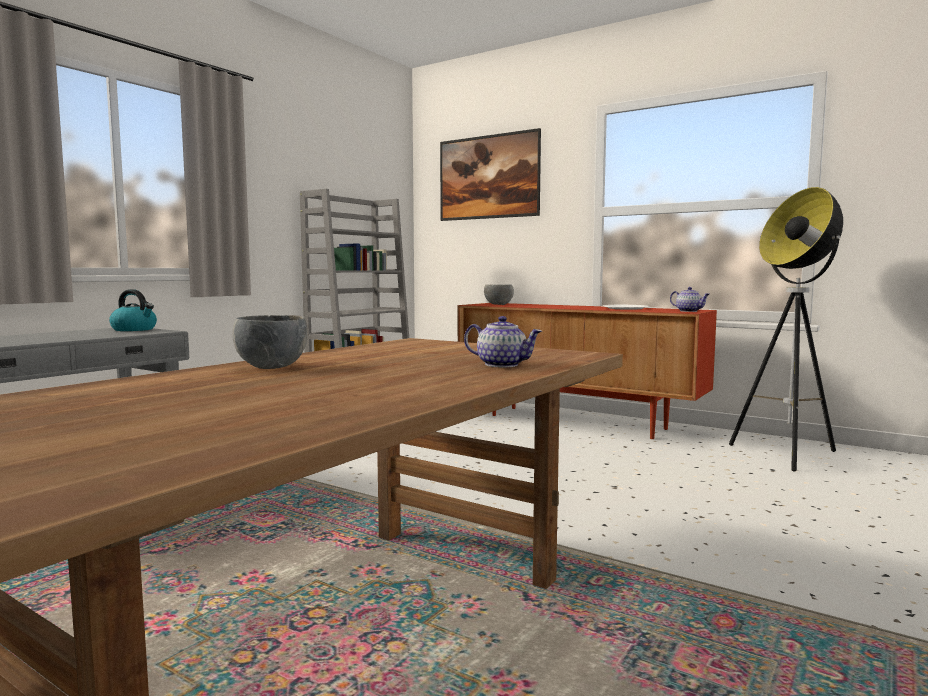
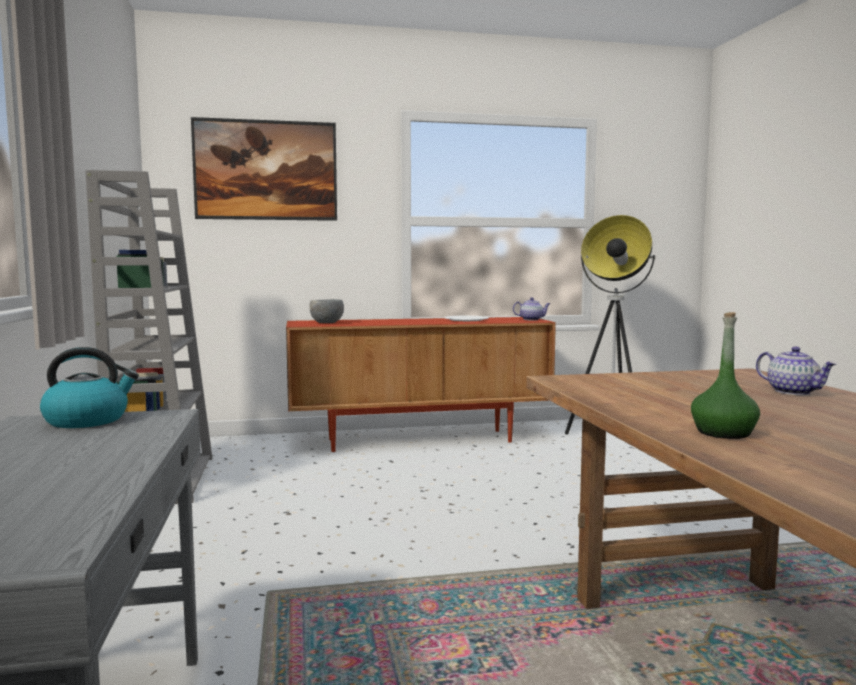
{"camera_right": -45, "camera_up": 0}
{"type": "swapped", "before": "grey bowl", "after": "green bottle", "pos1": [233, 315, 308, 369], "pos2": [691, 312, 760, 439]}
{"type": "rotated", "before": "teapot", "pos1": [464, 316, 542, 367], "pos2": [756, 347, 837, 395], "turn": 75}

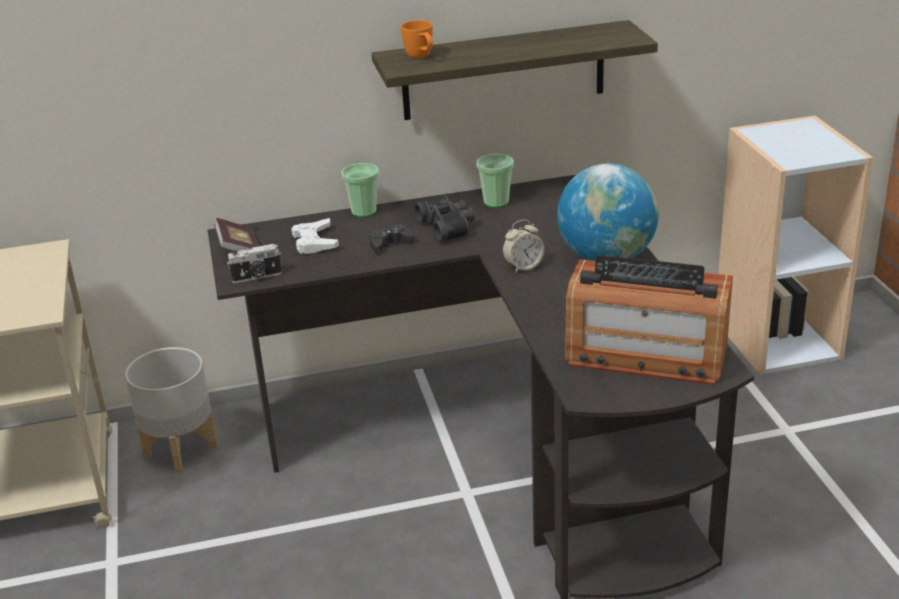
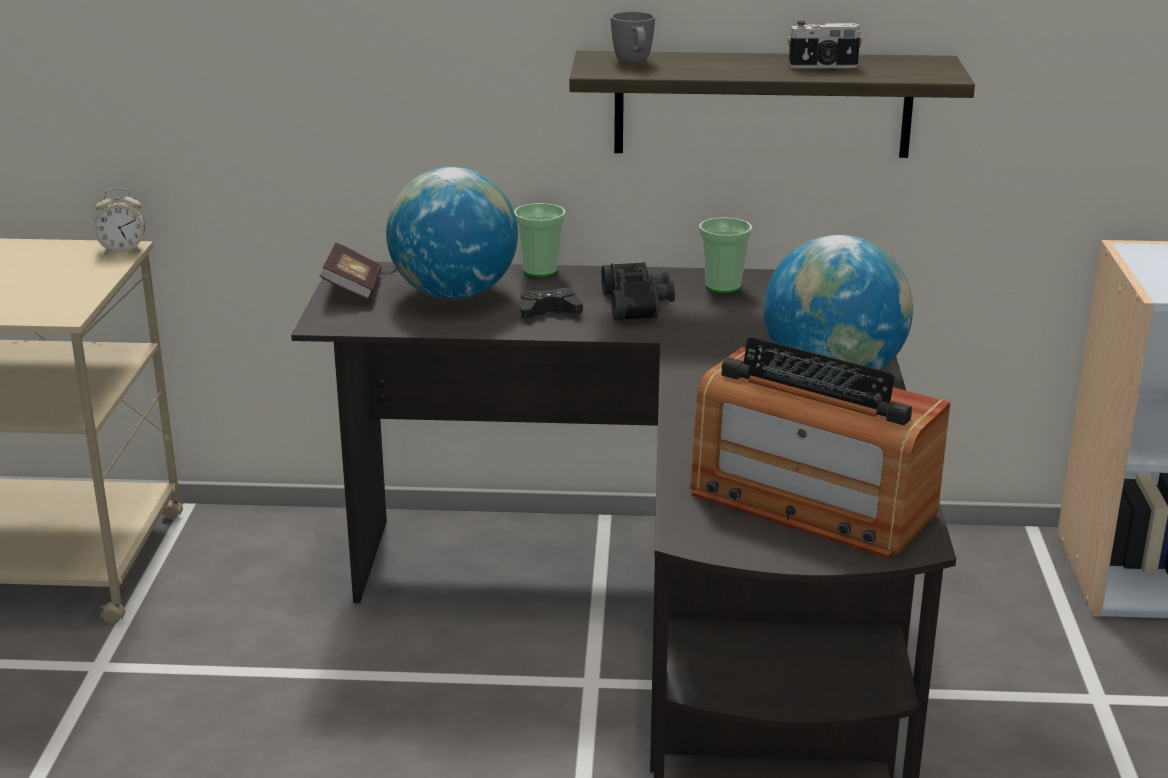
{"camera_right": 15, "camera_up": -5}
{"type": "repainted", "before": "orange mug", "after": "grey mug", "pos1": [401, 20, 433, 58], "pos2": [611, 11, 655, 63]}
{"type": "swapped", "before": "white game controller", "after": "globe", "pos1": [291, 218, 339, 254], "pos2": [386, 167, 518, 300]}
{"type": "shifted", "before": "alarm clock", "pos1": [503, 220, 544, 273], "pos2": [94, 188, 145, 254]}
{"type": "shifted", "before": "photo camera", "pos1": [227, 244, 282, 283], "pos2": [788, 21, 863, 68]}
{"type": "gone", "before": "grey planter", "pos1": [125, 347, 218, 474]}

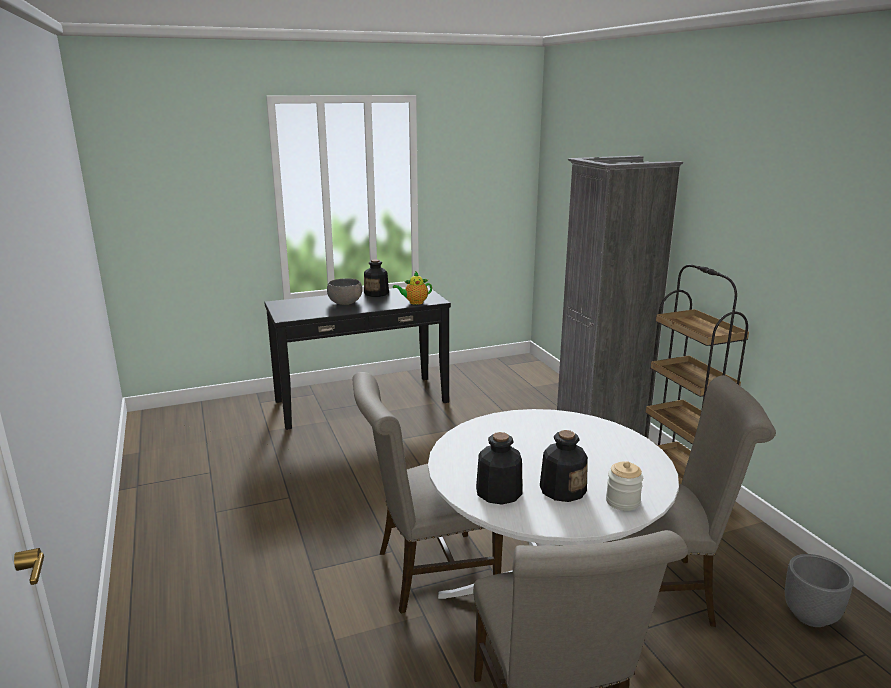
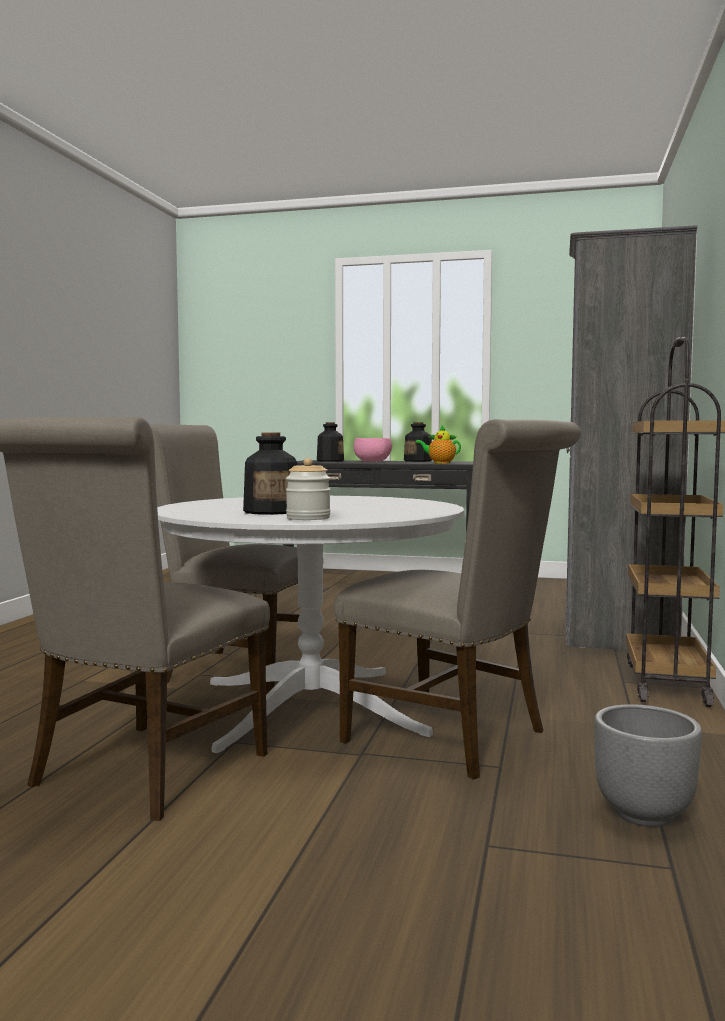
{"camera_right": 35, "camera_up": -15}
{"type": "repainted", "before": "grey bowl", "after": "pink bowl", "pos1": [327, 278, 362, 305], "pos2": [354, 438, 392, 462]}
{"type": "shifted", "before": "bottle", "pos1": [476, 432, 523, 505], "pos2": [317, 422, 344, 462]}

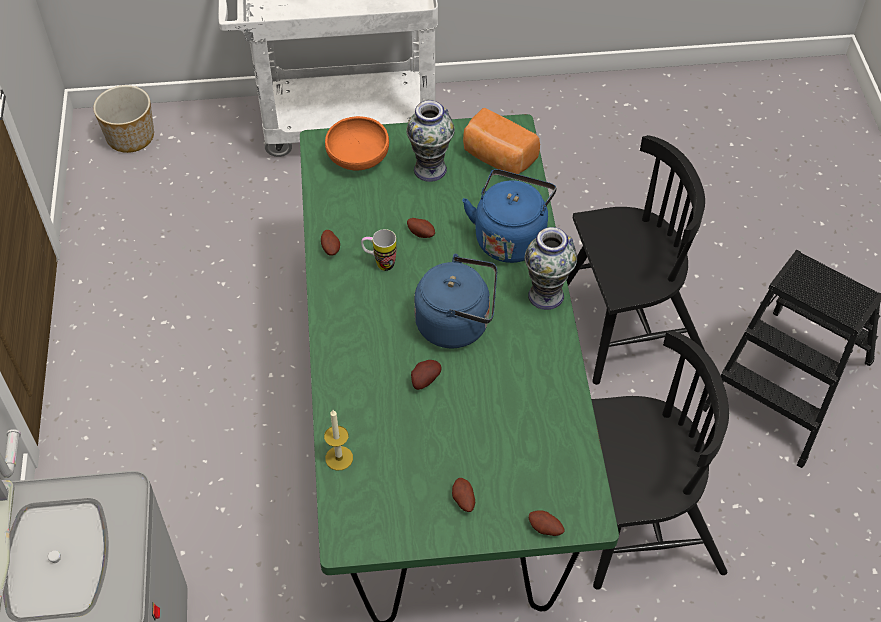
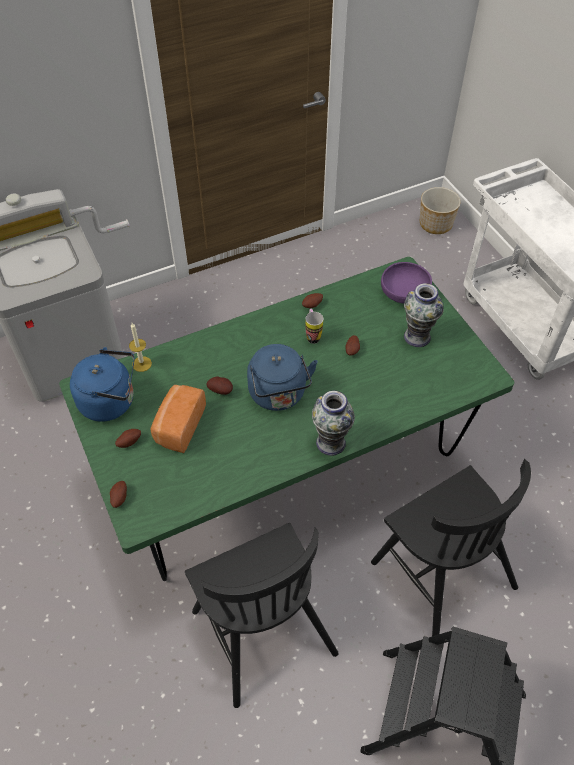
{"camera_right": 70, "camera_up": 0}
{"type": "shifted", "before": "bread", "pos1": [463, 108, 540, 174], "pos2": [150, 385, 206, 453]}
{"type": "repainted", "before": "orange bowl", "after": "purple bowl", "pos1": [325, 116, 389, 171], "pos2": [381, 262, 432, 304]}
{"type": "shifted", "before": "blue kettle", "pos1": [462, 169, 557, 263], "pos2": [70, 347, 135, 422]}

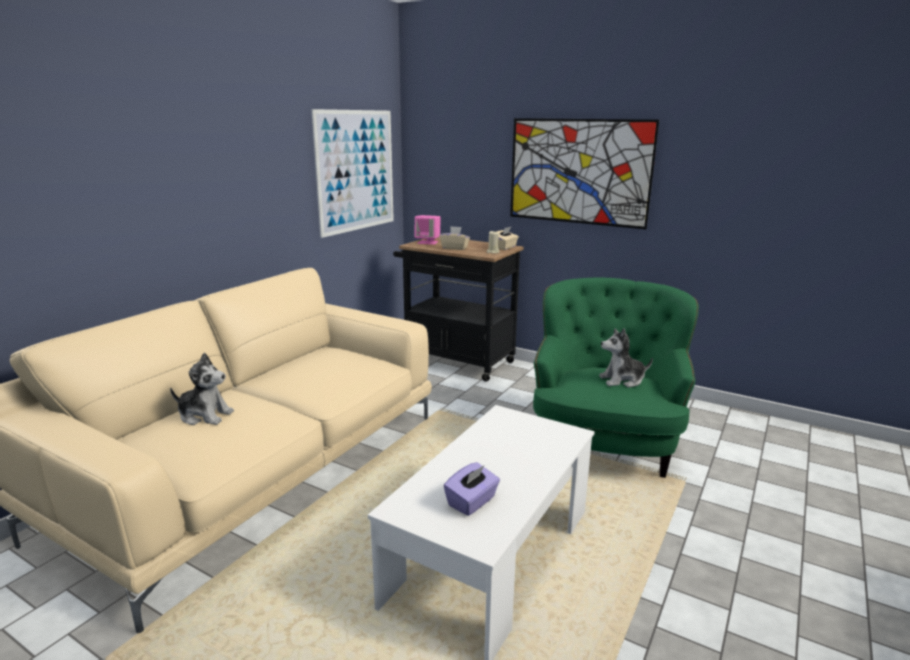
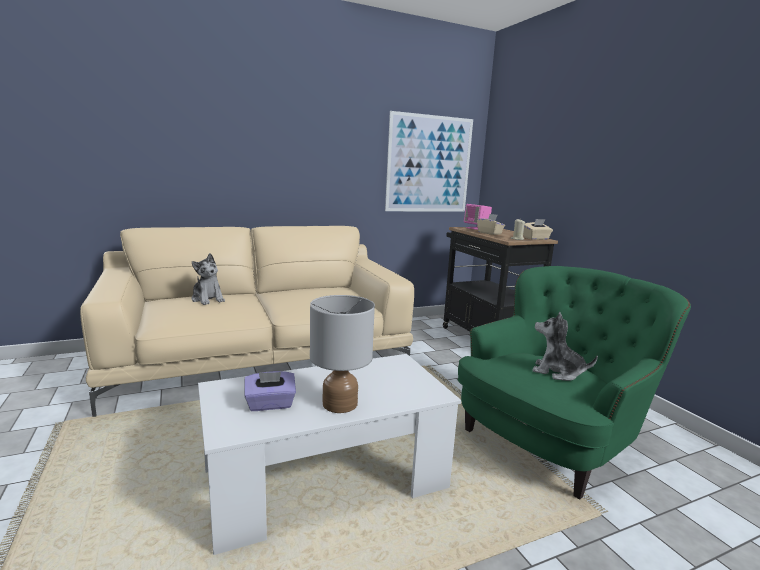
{"camera_right": 35, "camera_up": -5}
{"type": "gone", "before": "picture", "pos1": [510, 118, 659, 229]}
{"type": "new", "after": "grey table lamp", "pos2": [310, 295, 375, 413]}

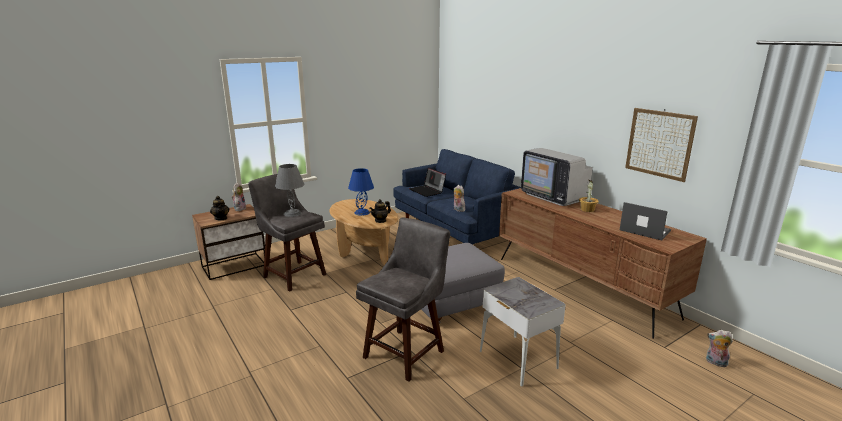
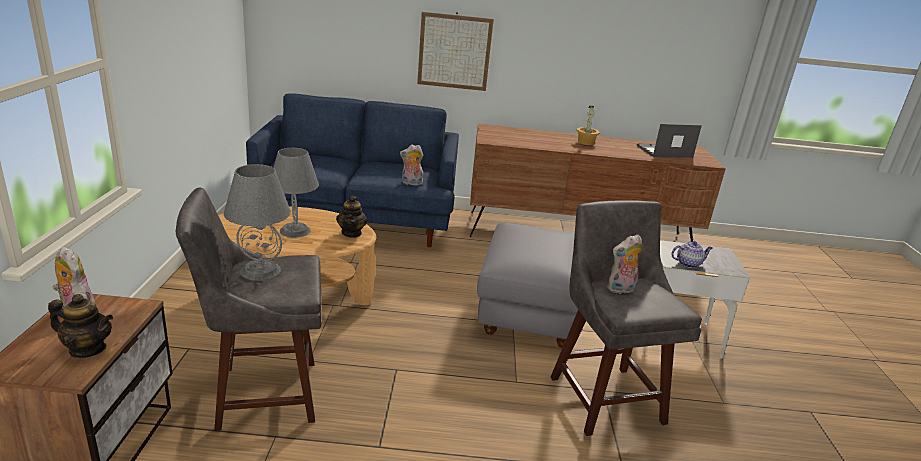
{"camera_right": -55, "camera_up": 5}
{"type": "shifted", "before": "picture", "pos1": [625, 108, 698, 182], "pos2": [417, 12, 494, 91]}
{"type": "gone", "before": "television", "pos1": [521, 148, 593, 206]}
{"type": "gone", "before": "laptop", "pos1": [409, 167, 446, 197]}
{"type": "repainted", "before": "blue table lamp", "after": "grey table lamp", "pos1": [348, 168, 374, 216], "pos2": [273, 148, 319, 238]}
{"type": "shifted", "before": "plush toy", "pos1": [706, 330, 733, 367], "pos2": [607, 235, 642, 294]}
{"type": "new", "after": "teapot", "pos2": [671, 241, 713, 268]}

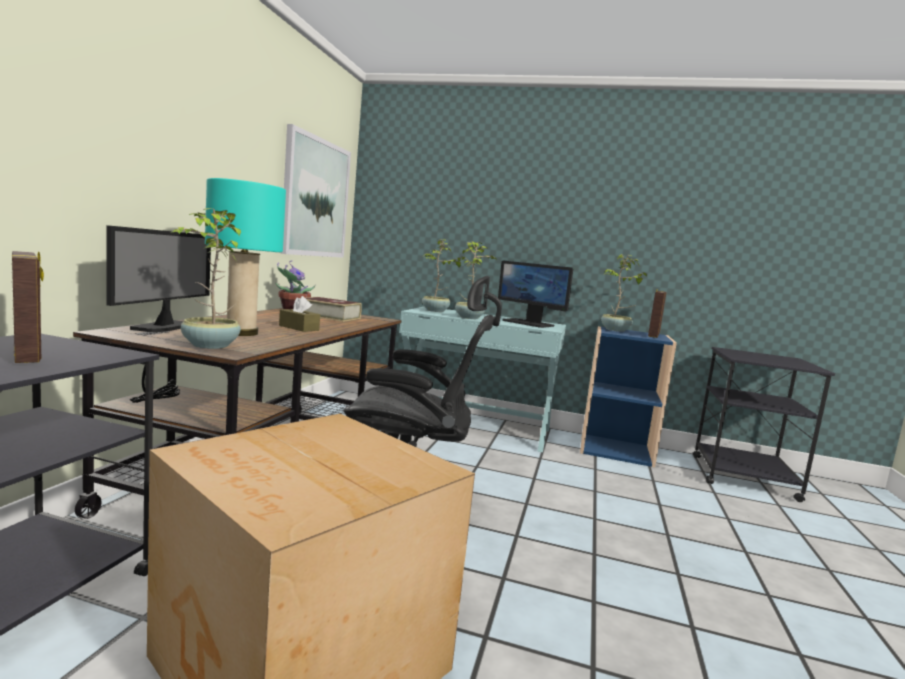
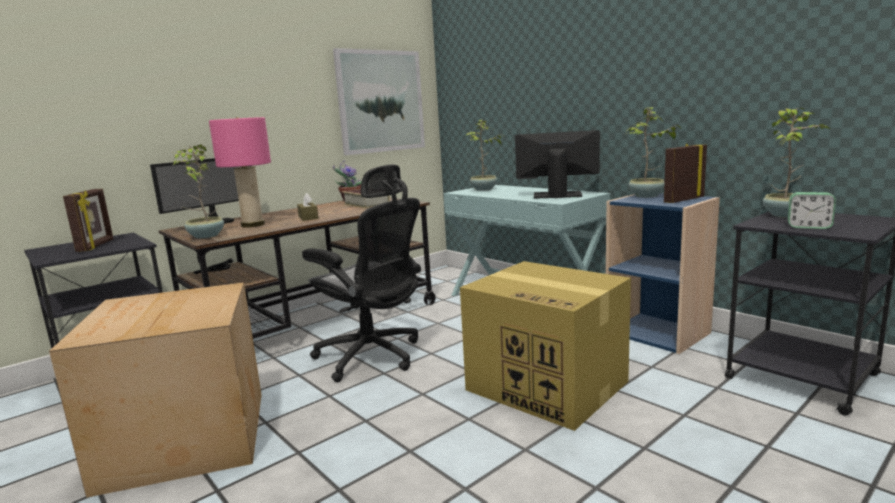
{"camera_right": 35, "camera_up": 5}
{"type": "repainted", "before": "turquoise table lamp", "after": "pink table lamp", "pos1": [205, 178, 286, 336], "pos2": [209, 117, 271, 227]}
{"type": "shifted", "before": "potted plant", "pos1": [455, 241, 497, 319], "pos2": [763, 108, 830, 218]}
{"type": "rotated", "before": "monitor", "pos1": [498, 261, 573, 328], "pos2": [515, 130, 600, 199], "turn": 120}
{"type": "new", "after": "alarm clock", "pos2": [788, 192, 836, 229]}
{"type": "new", "after": "cardboard box", "pos2": [460, 261, 631, 431]}

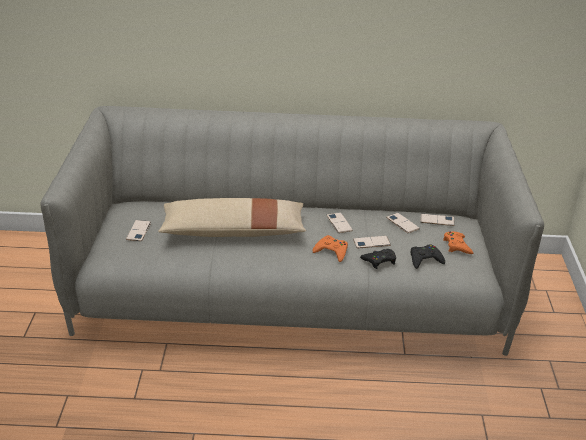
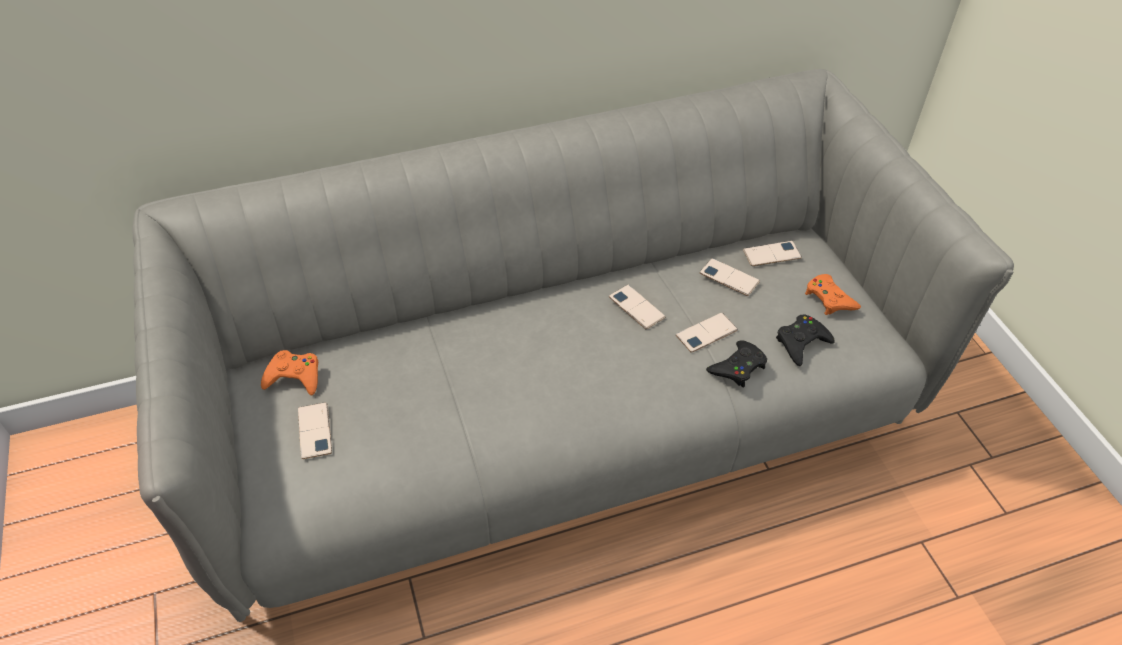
{"camera_right": -20, "camera_up": 15}
{"type": "gone", "before": "beige pillow", "pos1": [158, 198, 306, 237]}
{"type": "shifted", "before": "orange game controller", "pos1": [313, 235, 348, 262], "pos2": [261, 350, 318, 396]}

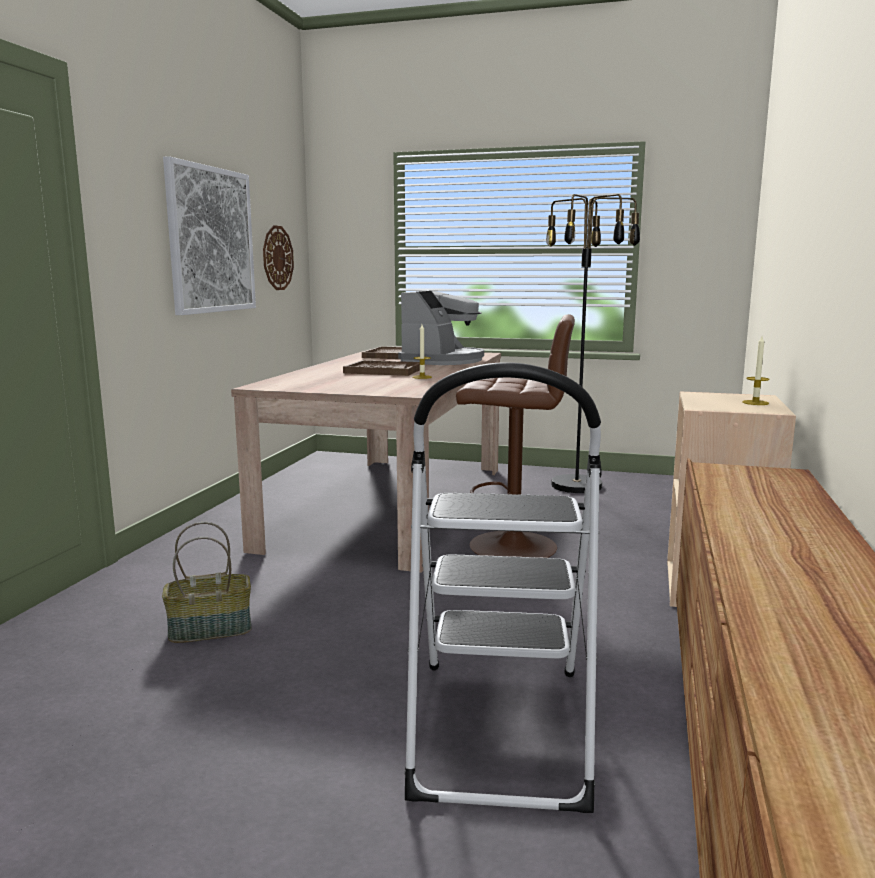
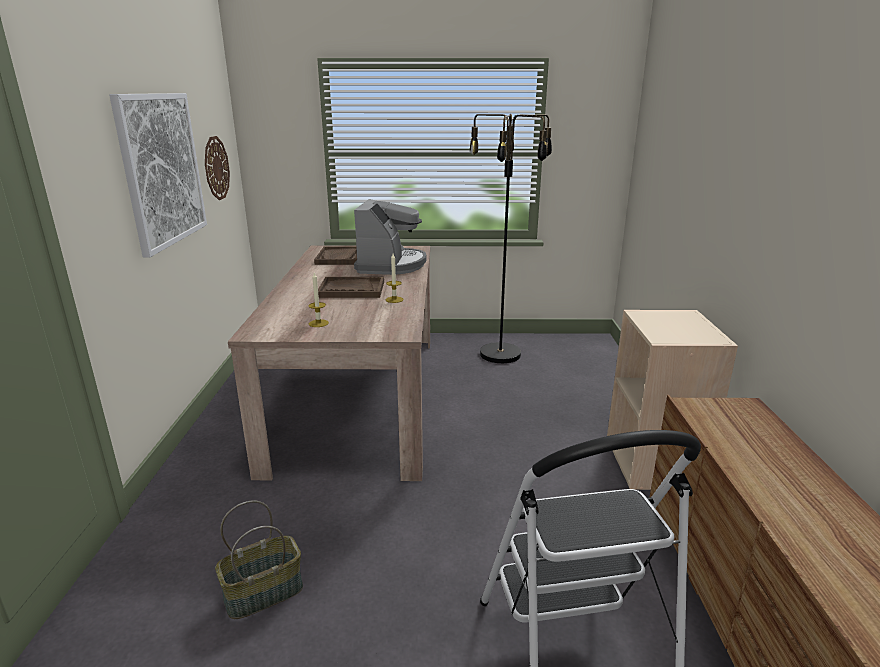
{"camera_right": -15, "camera_up": 10}
{"type": "gone", "before": "brown stool", "pos1": [456, 314, 575, 558]}
{"type": "shifted", "before": "candle", "pos1": [742, 336, 770, 405], "pos2": [308, 273, 329, 327]}

